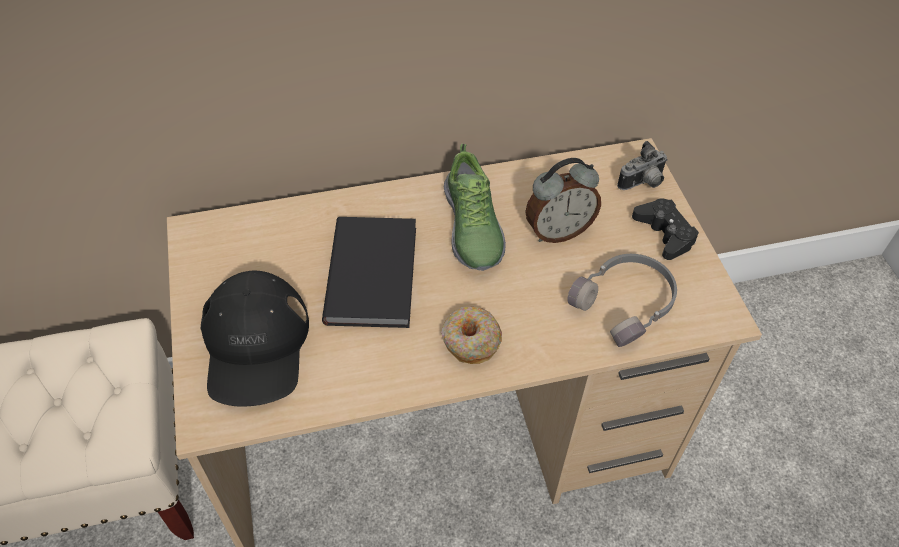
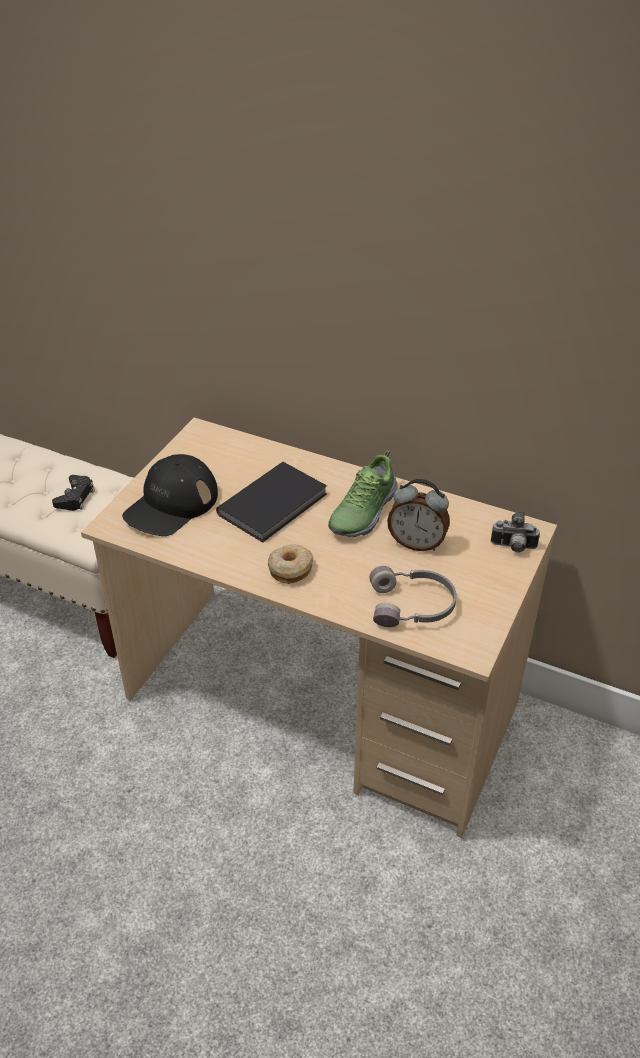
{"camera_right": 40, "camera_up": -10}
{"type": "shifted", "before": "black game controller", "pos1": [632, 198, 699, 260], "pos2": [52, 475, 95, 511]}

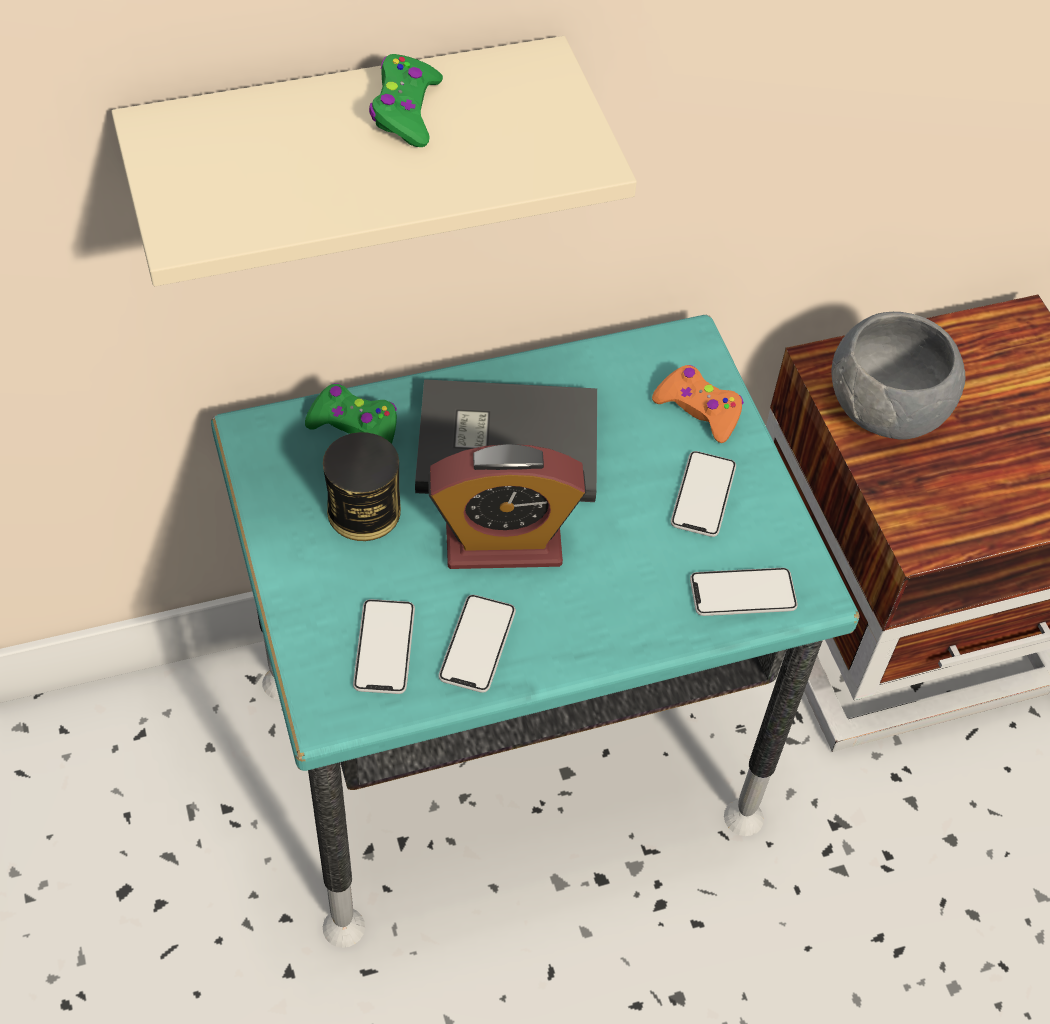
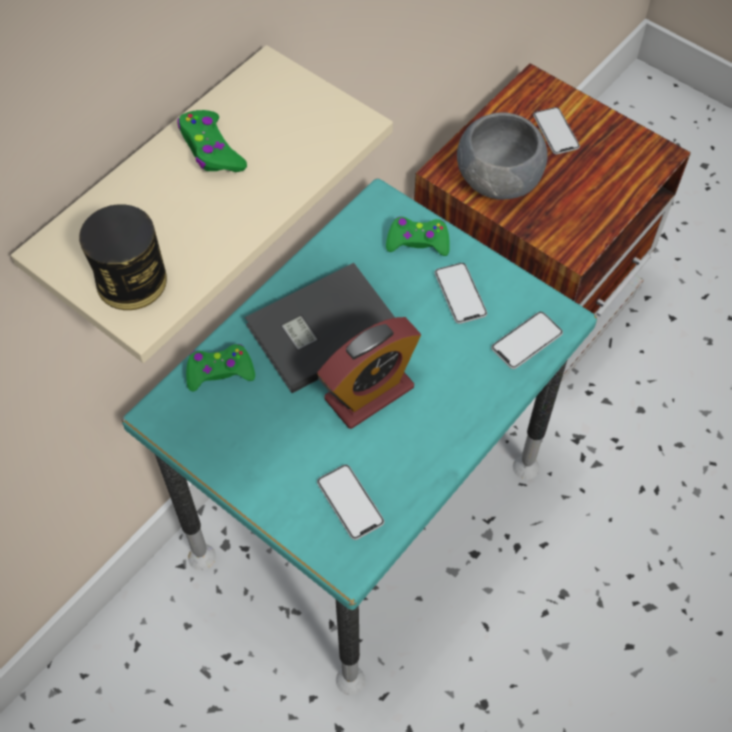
{"camera_right": -30, "camera_up": 5}
{"type": "repainted", "before": "orange game controller", "after": "green game controller", "pos1": [652, 365, 744, 443], "pos2": [386, 216, 450, 256]}
{"type": "shifted", "before": "can", "pos1": [323, 432, 401, 541], "pos2": [79, 204, 167, 310]}
{"type": "shifted", "before": "phone", "pos1": [438, 595, 516, 693], "pos2": [533, 107, 580, 154]}

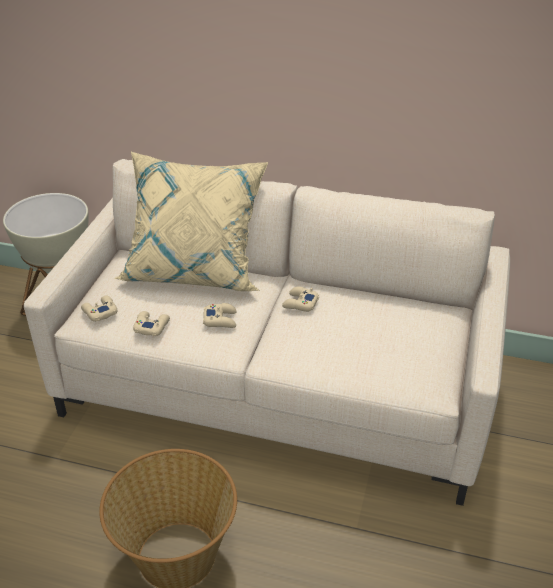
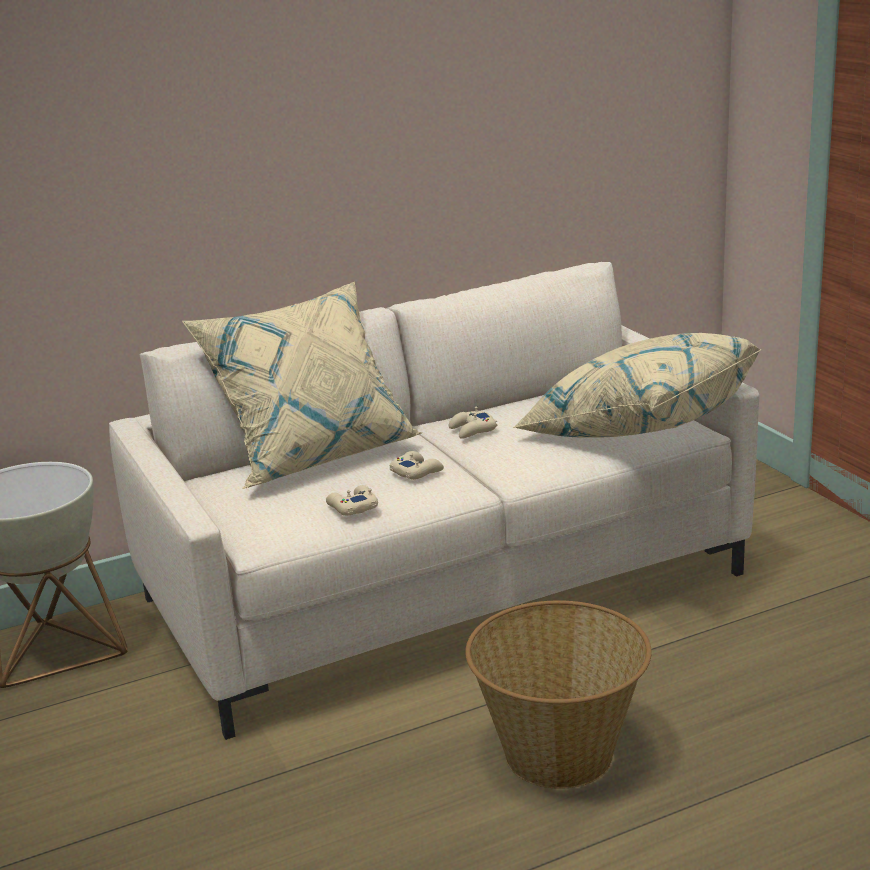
{"camera_right": -40, "camera_up": -15}
{"type": "gone", "before": "beige game controller", "pos1": [81, 295, 117, 322]}
{"type": "new", "after": "beige pillow", "pos2": [513, 333, 761, 438]}

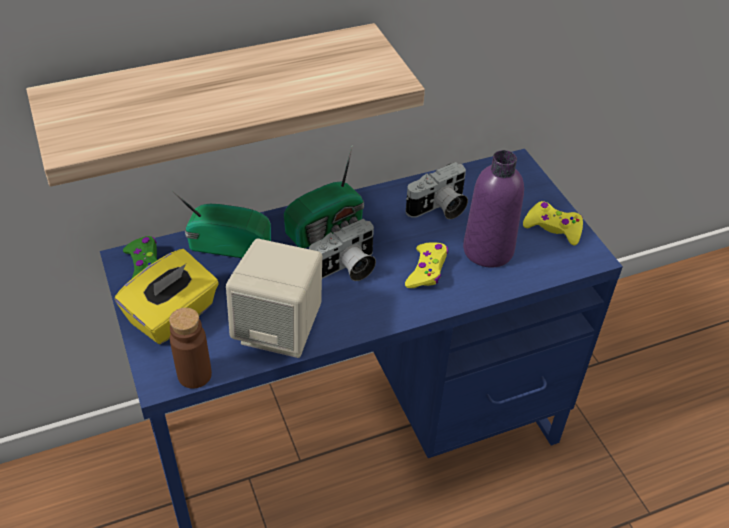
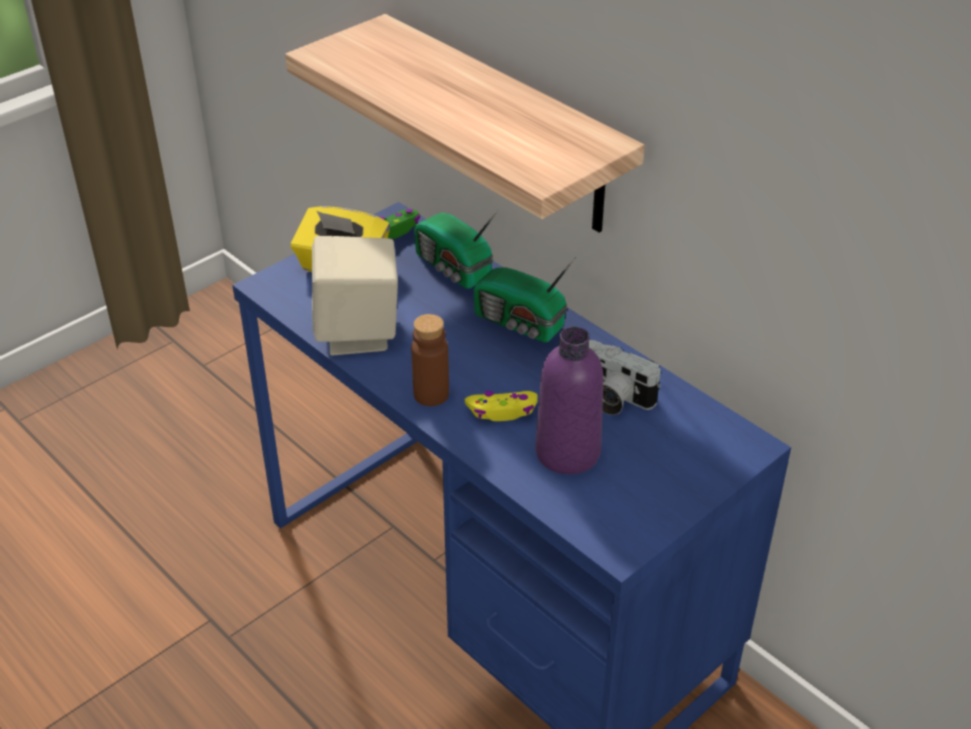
{"camera_right": 70, "camera_up": -5}
{"type": "rotated", "before": "radio", "pos1": [172, 191, 271, 258], "pos2": [414, 210, 498, 289], "turn": 150}
{"type": "gone", "before": "yellow game controller", "pos1": [523, 201, 583, 246]}
{"type": "gone", "before": "photo camera", "pos1": [309, 219, 376, 281]}
{"type": "shifted", "before": "brown bottle", "pos1": [169, 308, 212, 389], "pos2": [411, 314, 449, 406]}

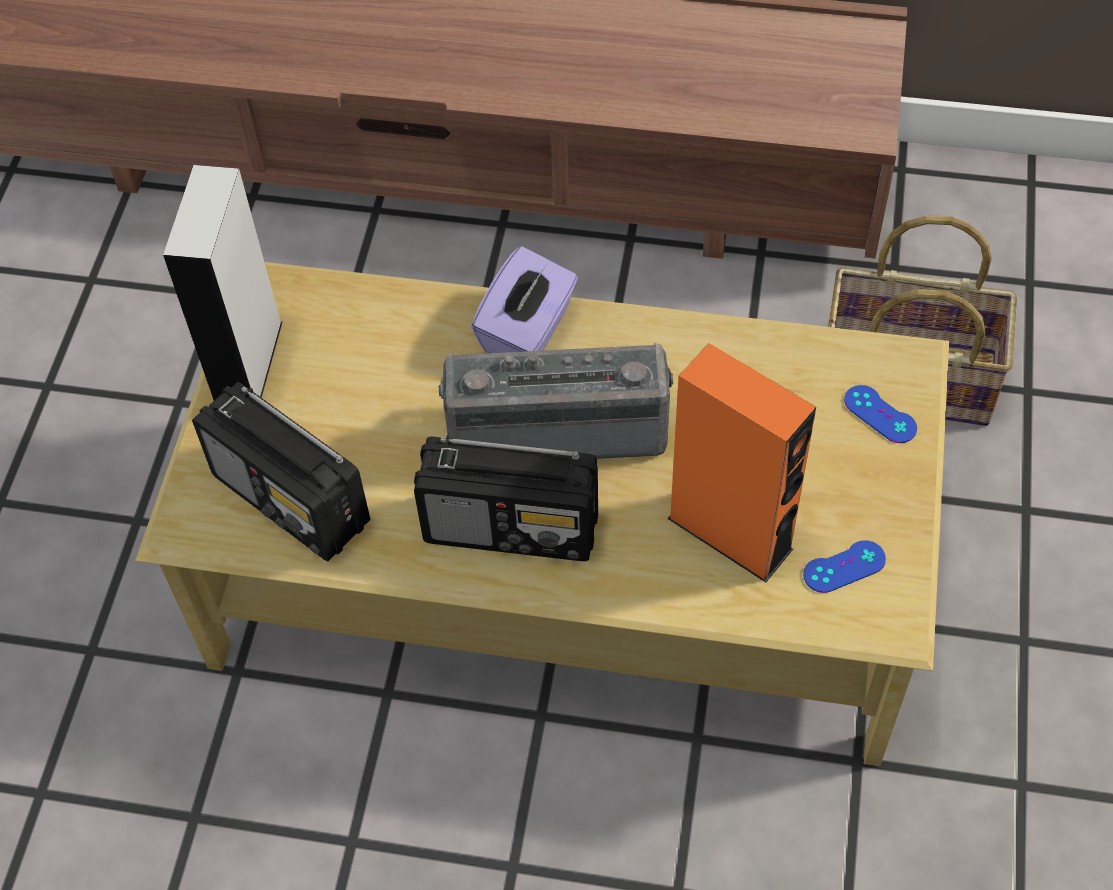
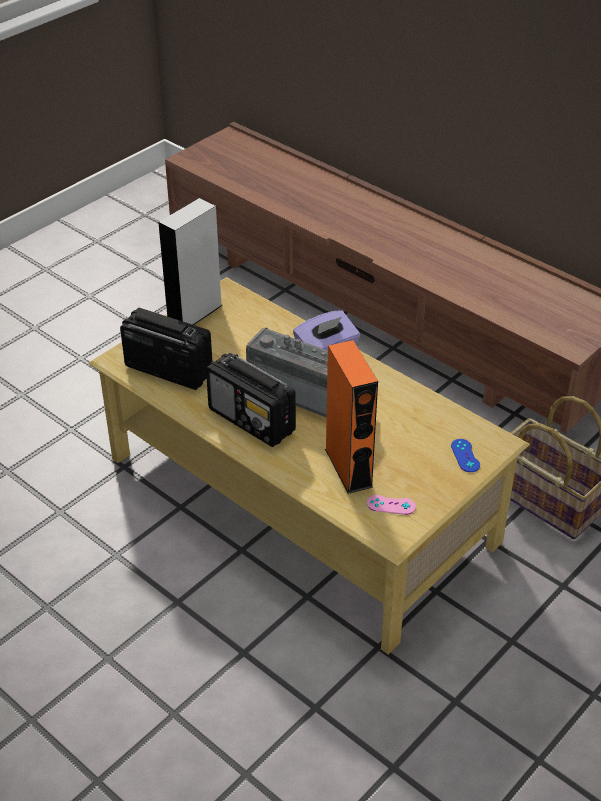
{"camera_right": 30, "camera_up": -15}
{"type": "rotated", "before": "radio", "pos1": [192, 382, 370, 561], "pos2": [120, 308, 212, 390], "turn": 135}
{"type": "repainted", "before": "blue game controller", "after": "pink game controller", "pos1": [803, 540, 886, 593], "pos2": [367, 495, 416, 515]}

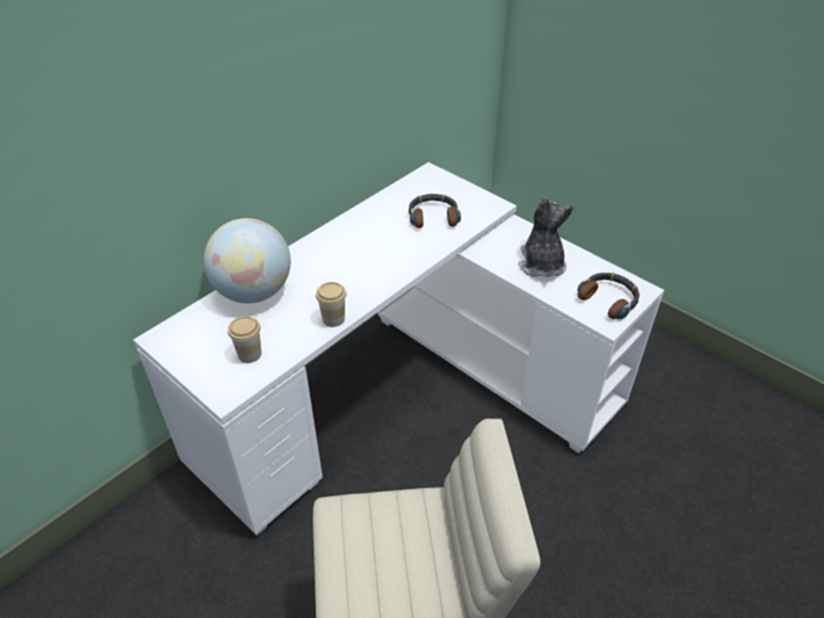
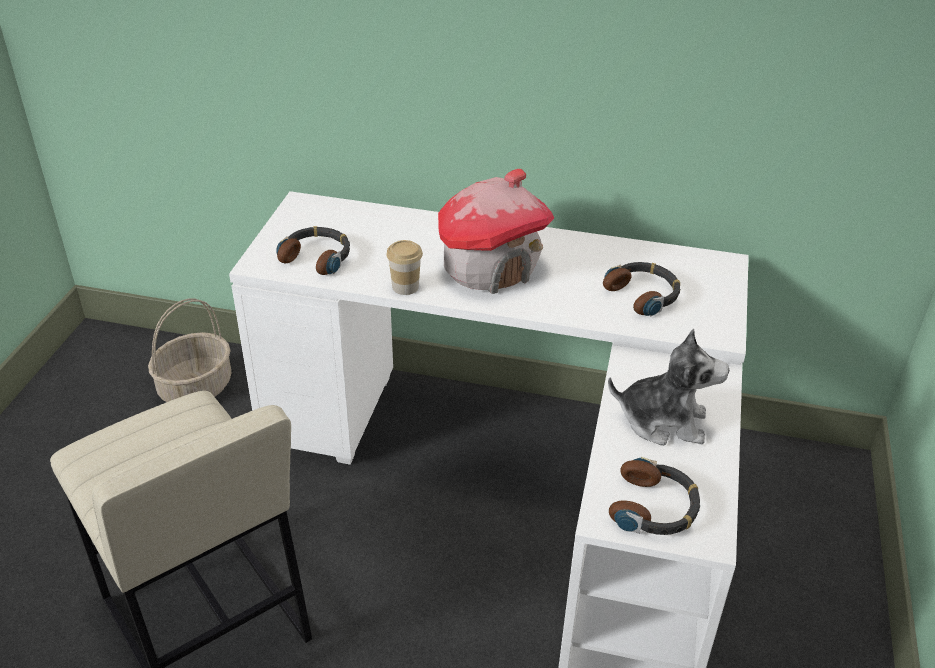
{"camera_right": 60, "camera_up": -5}
{"type": "rotated", "before": "plush toy", "pos1": [518, 197, 574, 277], "pos2": [608, 329, 729, 446], "turn": 45}
{"type": "gone", "before": "globe", "pos1": [204, 218, 291, 303]}
{"type": "swapped", "before": "cup", "after": "headphones", "pos1": [228, 316, 262, 363], "pos2": [276, 226, 350, 275]}
{"type": "new", "after": "toy house", "pos2": [438, 169, 554, 294]}
{"type": "new", "after": "basket", "pos2": [148, 298, 231, 402]}

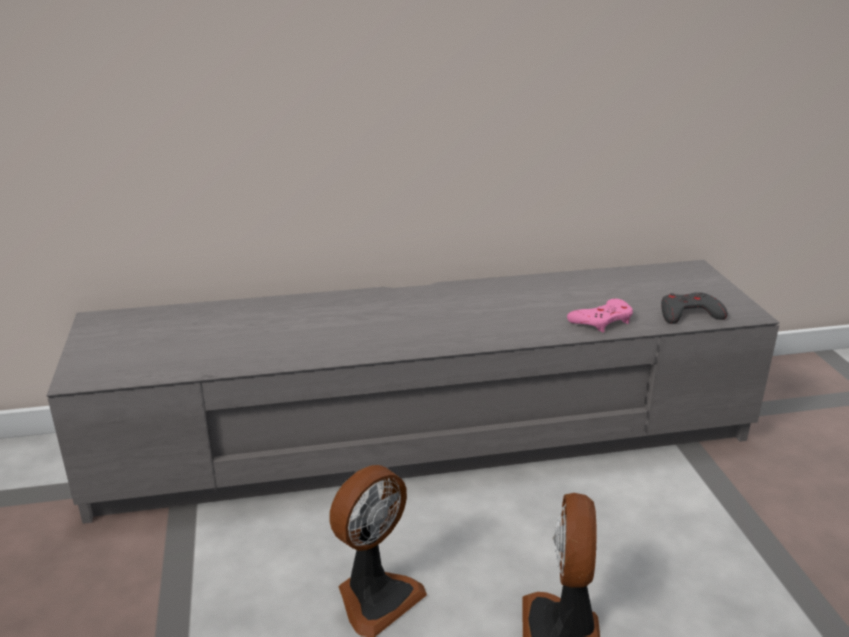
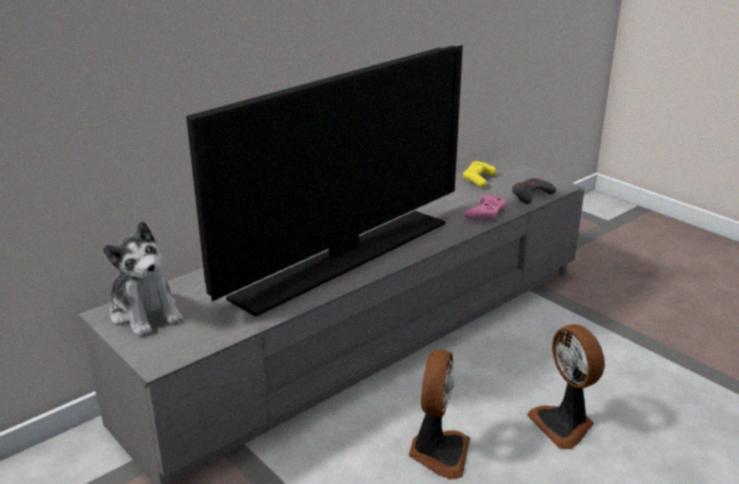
{"camera_right": -30, "camera_up": 0}
{"type": "new", "after": "television", "pos2": [186, 45, 463, 317]}
{"type": "new", "after": "yellow game controller", "pos2": [463, 161, 496, 188]}
{"type": "new", "after": "plush toy", "pos2": [103, 221, 183, 337]}

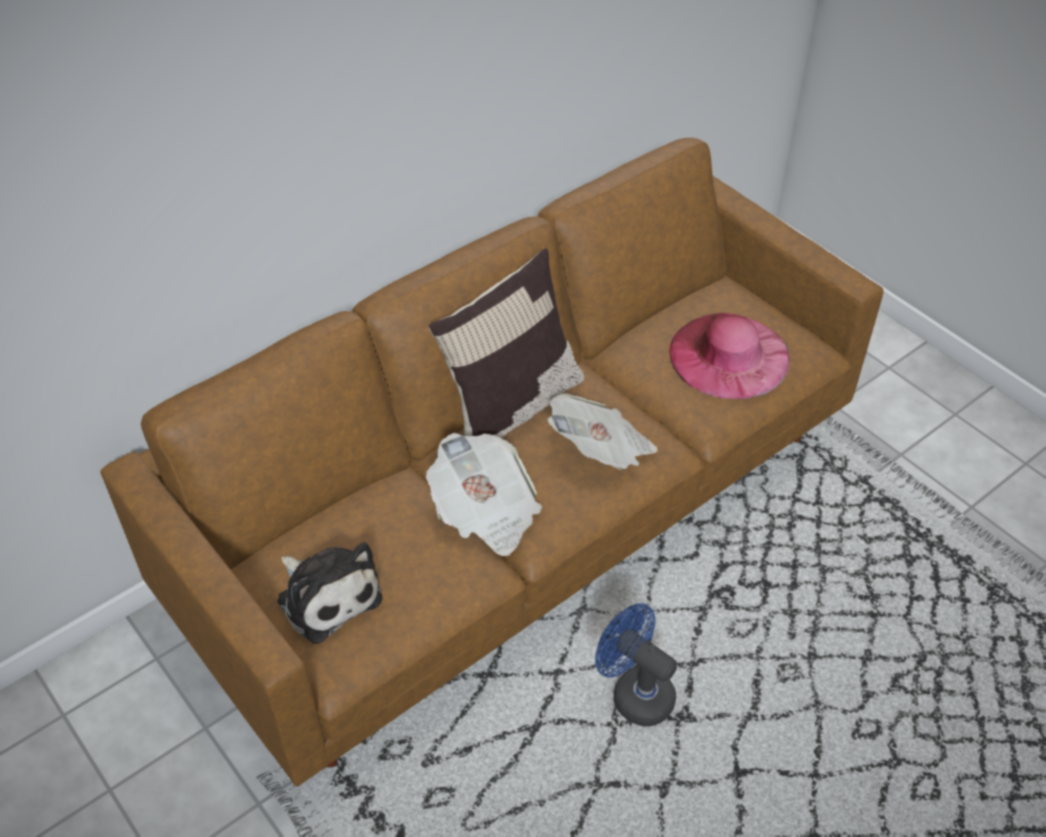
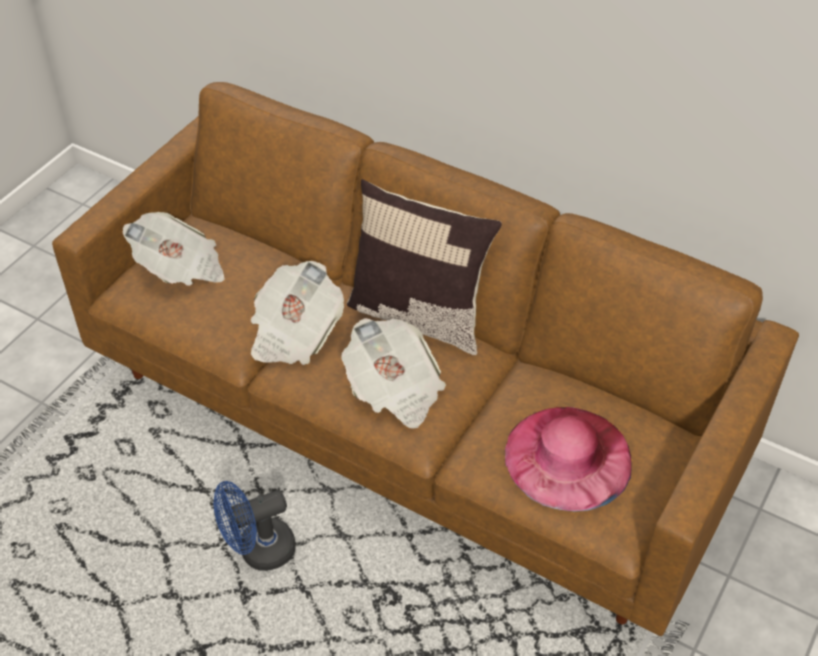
{"camera_right": 70, "camera_up": 0}
{"type": "swapped", "before": "plush toy", "after": "newspaper", "pos1": [277, 542, 383, 644], "pos2": [123, 212, 225, 286]}
{"type": "rotated", "before": "blue fan", "pos1": [595, 603, 677, 727], "pos2": [213, 481, 296, 571], "turn": -135}

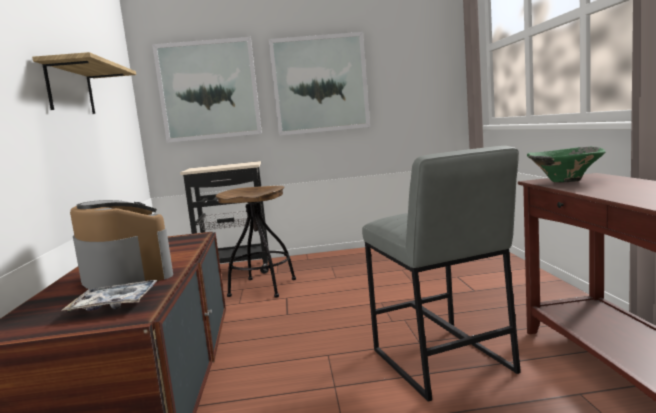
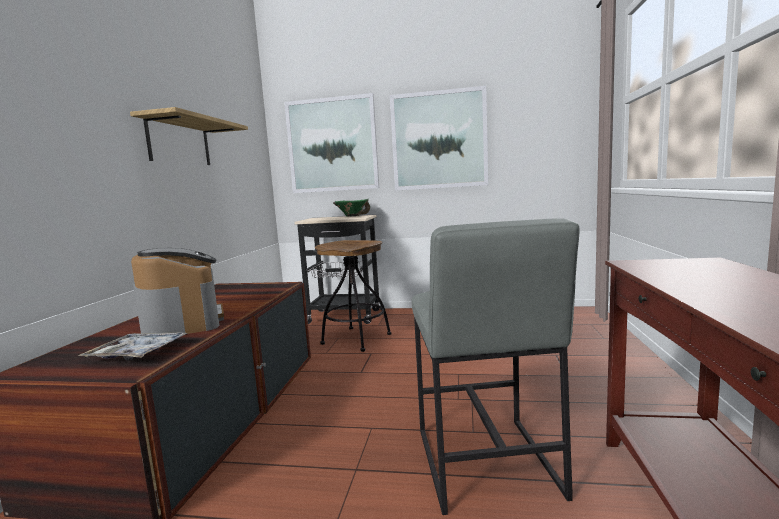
{"camera_right": 15, "camera_up": 0}
{"type": "shifted", "before": "green bowl", "pos1": [527, 146, 606, 182], "pos2": [333, 199, 370, 216]}

